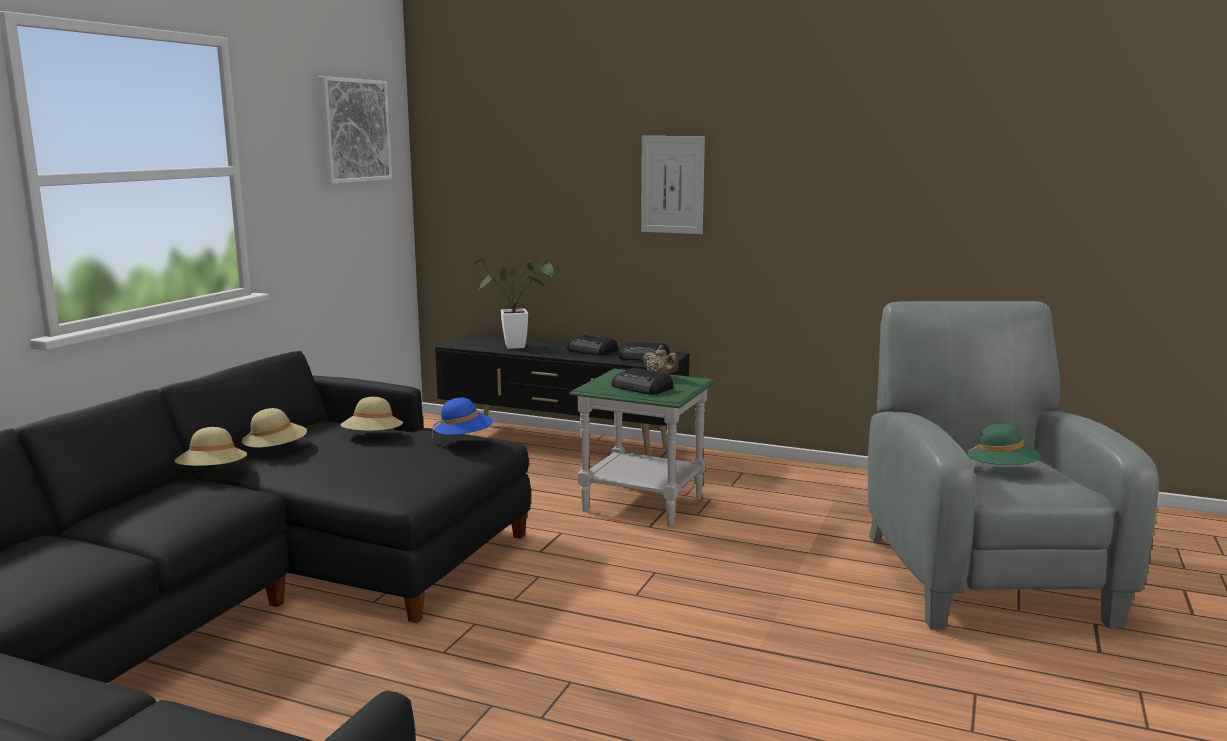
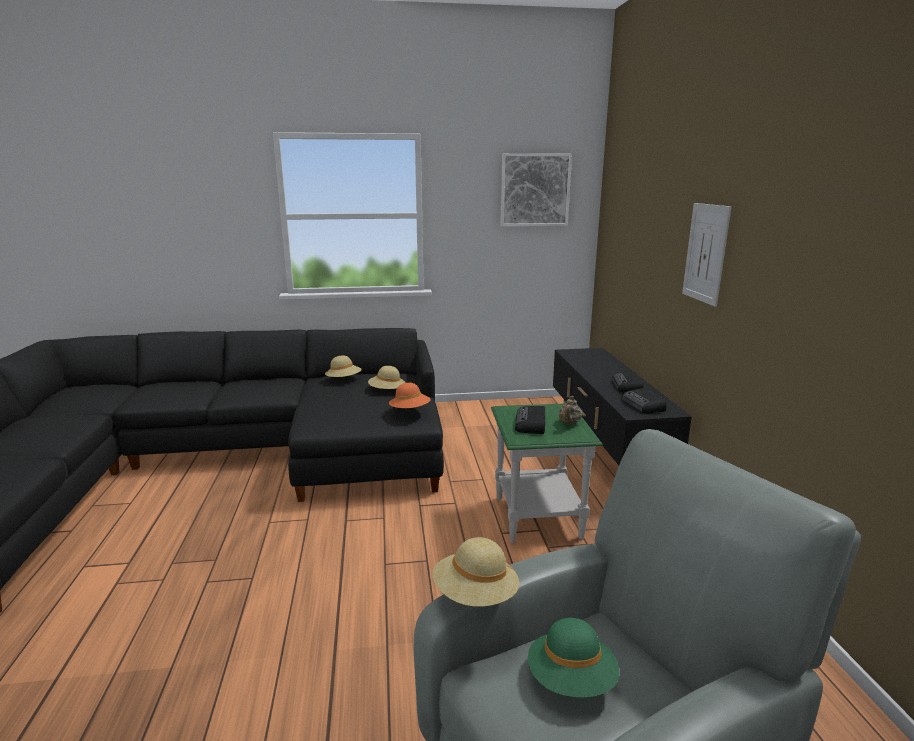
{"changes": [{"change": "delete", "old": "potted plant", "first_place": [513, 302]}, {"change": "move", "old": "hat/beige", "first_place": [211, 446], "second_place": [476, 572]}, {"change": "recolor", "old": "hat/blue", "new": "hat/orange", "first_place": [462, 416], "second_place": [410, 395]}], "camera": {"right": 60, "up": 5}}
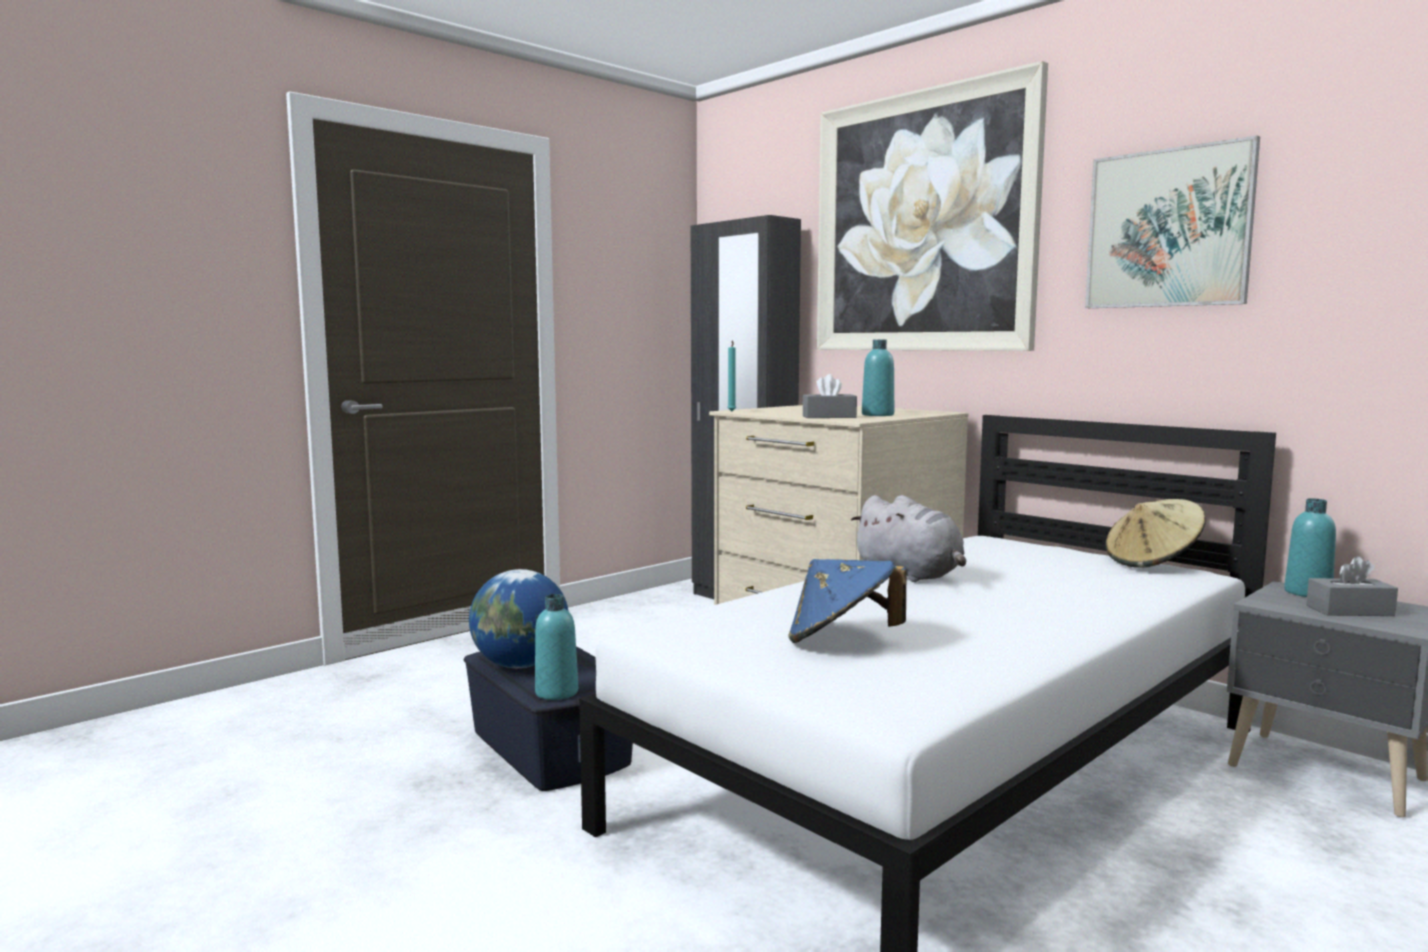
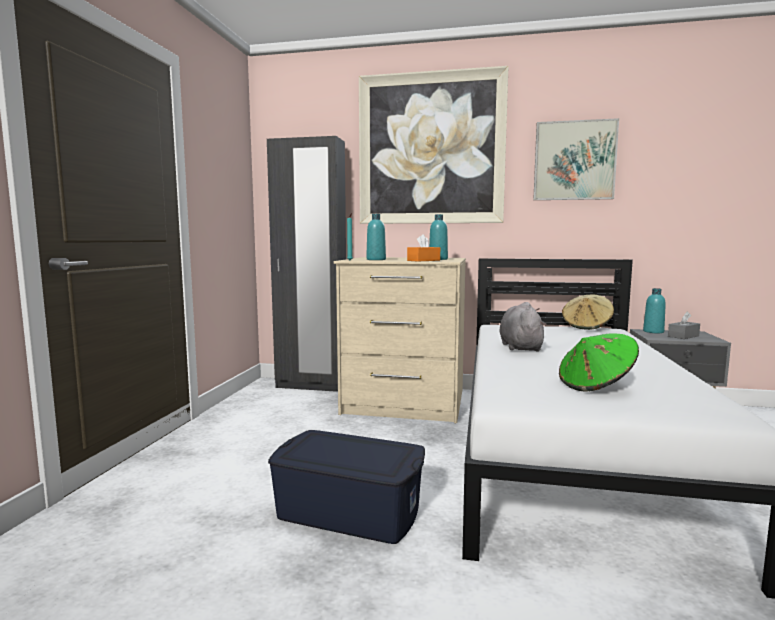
{"changes": [{"change": "delete", "old": "globe", "first_place": [519, 618]}, {"change": "move", "old": "bottle/turquoise", "first_place": [556, 647], "second_place": [376, 237]}, {"change": "recolor", "old": "hat/blue", "new": "hat/green", "first_place": [847, 601], "second_place": [599, 362]}, {"change": "recolor", "old": "tissue box/grey", "new": "tissue box/orange", "first_place": [829, 396], "second_place": [423, 247]}, {"change": "rotate", "old": "plush toy/grey", "first_place": [908, 538], "second_place": [523, 327], "degrees": -105}], "camera": {"right": -35, "up": 0}}
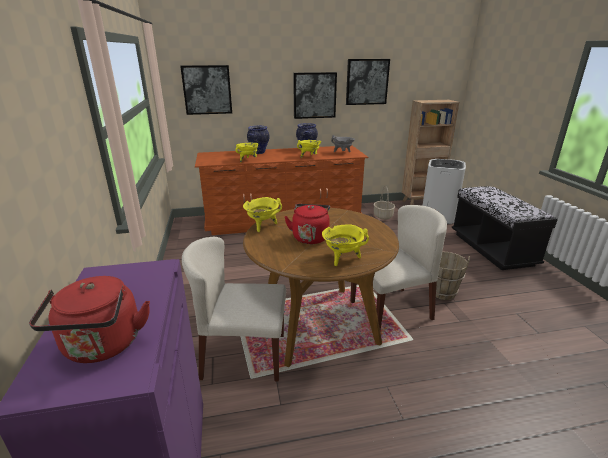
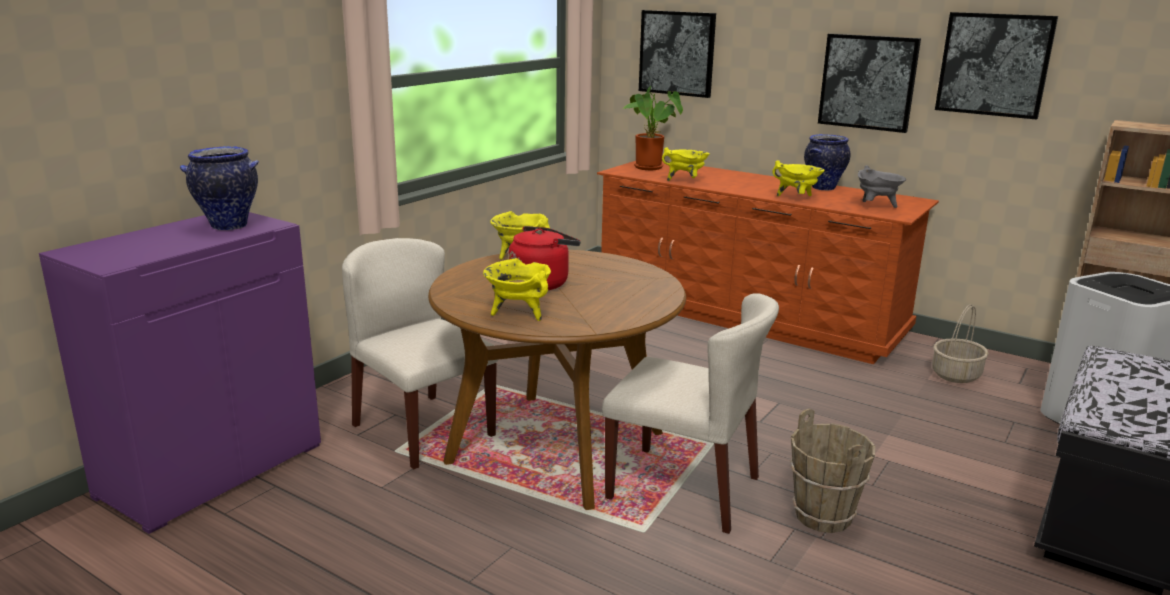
{"changes": [{"change": "delete", "old": "kettle/red", "first_place": [89, 319]}, {"change": "insert", "new": "potted plant", "second_place": [652, 128]}, {"change": "move", "old": "vase", "first_place": [258, 140], "second_place": [219, 188]}], "camera": {"right": 45, "up": -5}}
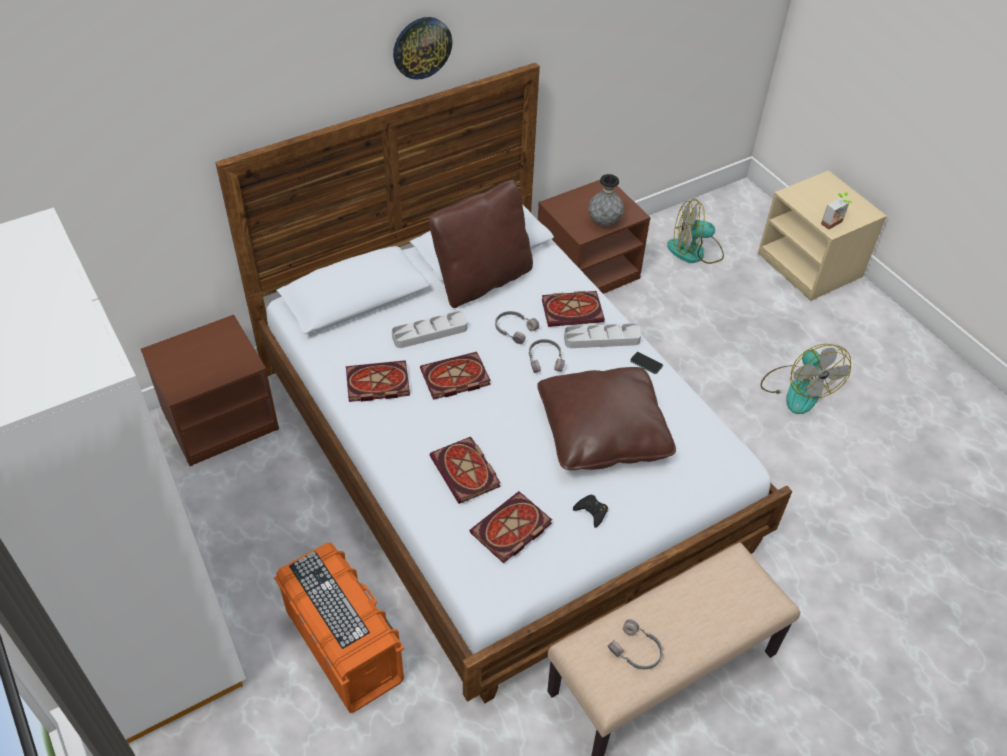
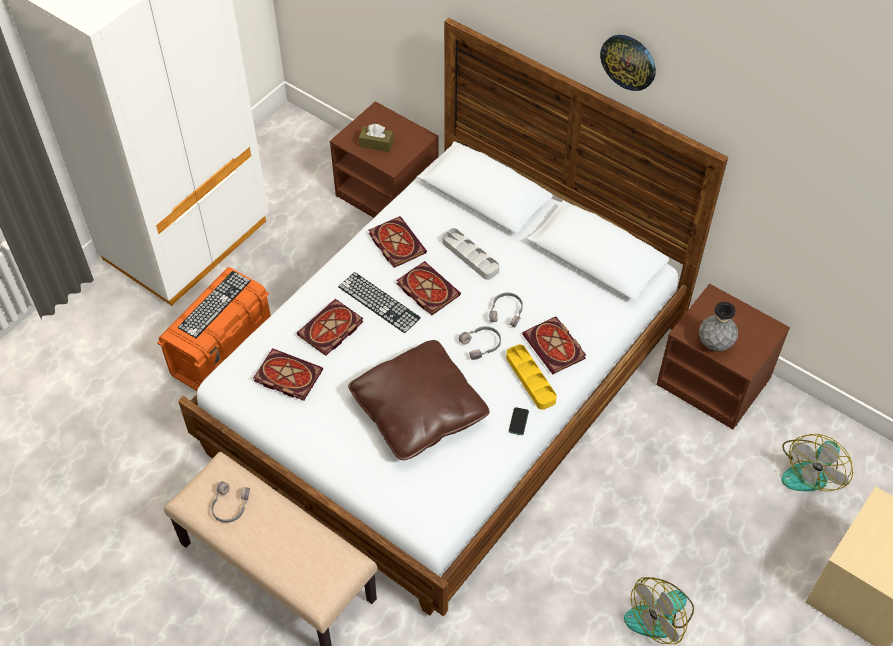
{"changes": [{"change": "delete", "old": "pillow/brown", "first_place": [481, 244]}, {"change": "delete", "old": "game controller/black", "first_place": [590, 511]}, {"change": "delete", "old": "potted plant", "first_place": [836, 211]}, {"change": "insert", "new": "keyboard", "second_place": [379, 302]}, {"change": "insert", "new": "tissue box/brown", "second_place": [376, 138]}, {"change": "recolor", "old": "tray/grey", "new": "tray/yellow", "first_place": [602, 335], "second_place": [531, 377]}, {"change": "rotate", "old": "fan", "first_place": [695, 231], "second_place": [817, 462], "degrees": -120}], "camera": {"right": 70, "up": 5}}
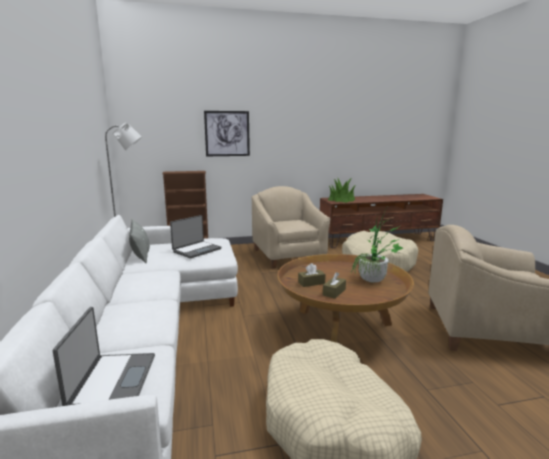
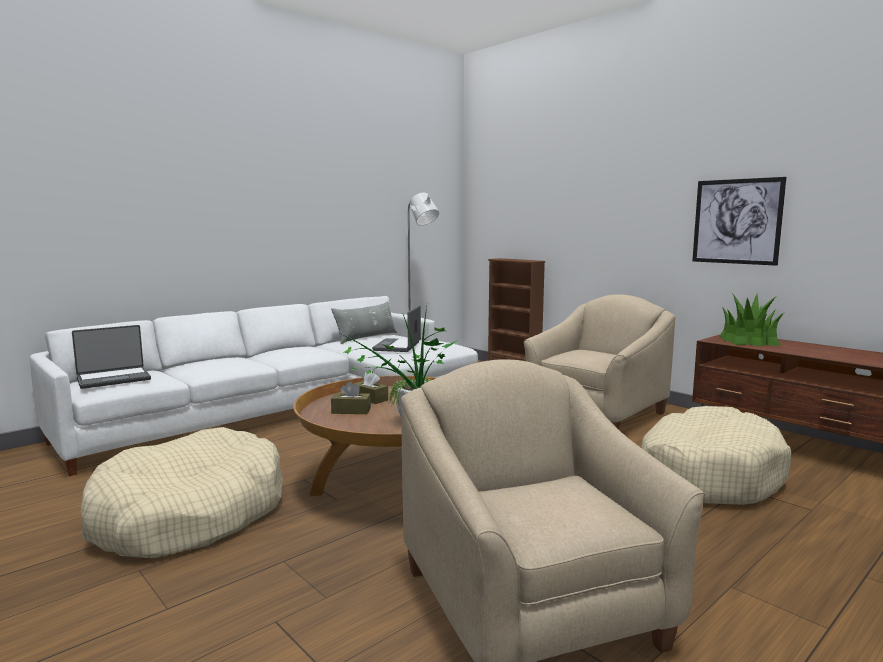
{"changes": [{"change": "move", "old": "picture", "first_place": [227, 133], "second_place": [739, 221]}, {"change": "rotate", "old": "laptop", "first_place": [195, 236], "second_place": [396, 328], "degrees": 90}], "camera": {"right": 60, "up": -5}}
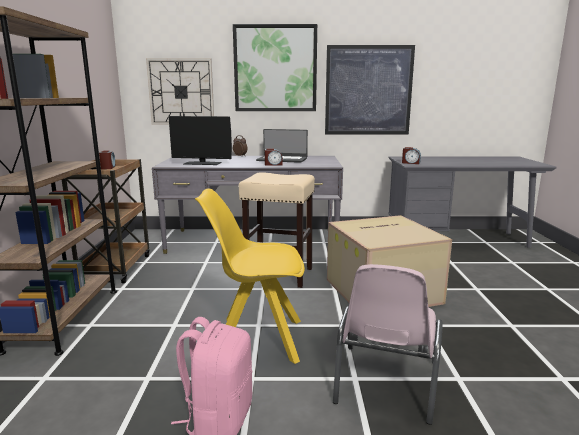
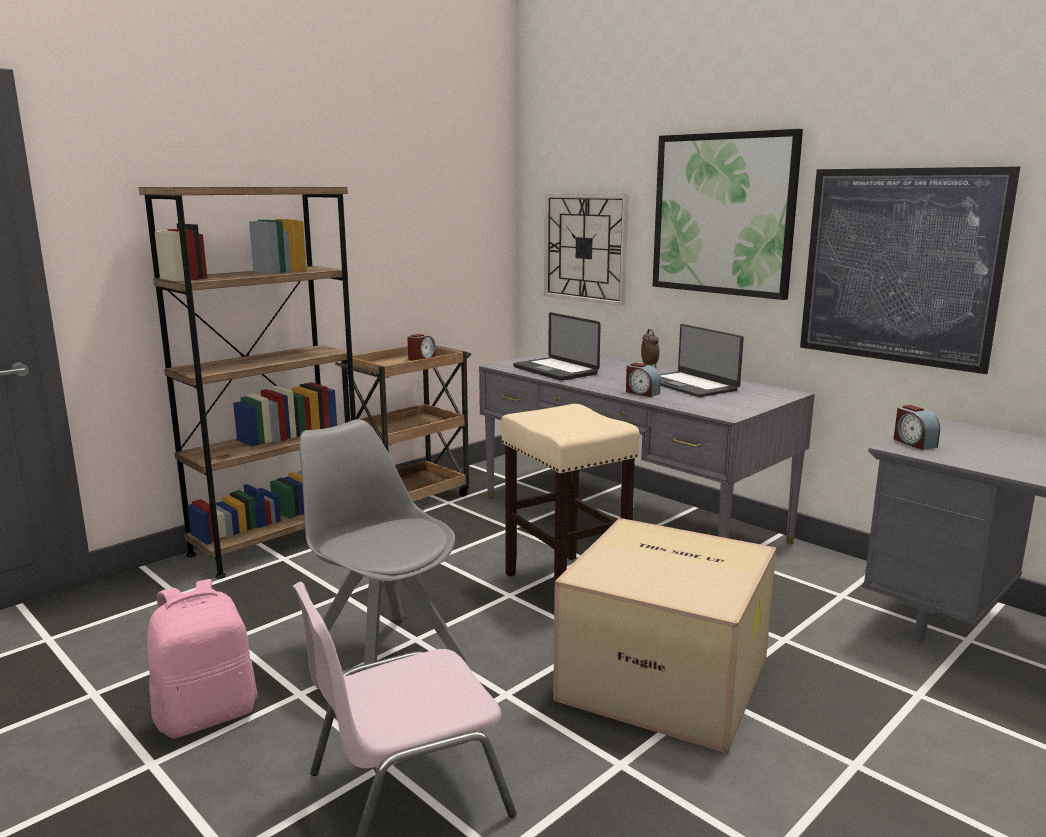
{"changes": [{"change": "replace", "old": "monitor", "new": "laptop", "first_place": [200, 140], "second_place": [557, 346]}, {"change": "recolor", "old": "chair/yellow", "new": "chair/grey", "first_place": [250, 276], "second_place": [382, 541]}], "camera": {"right": 45, "up": 0}}
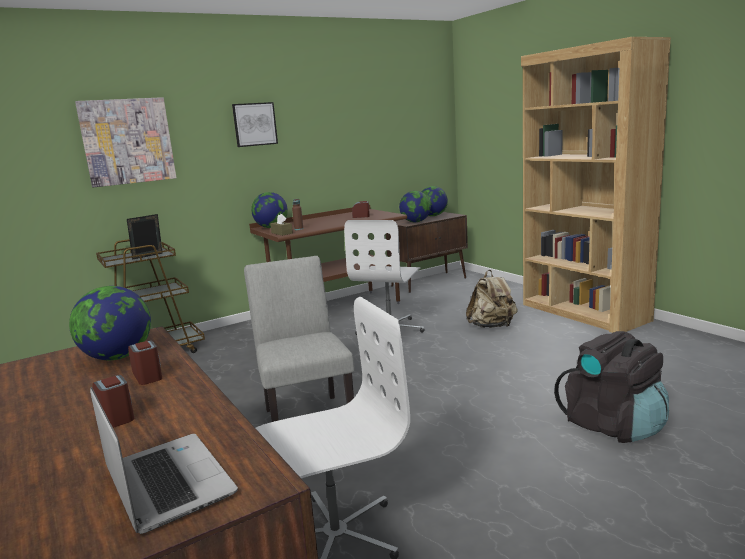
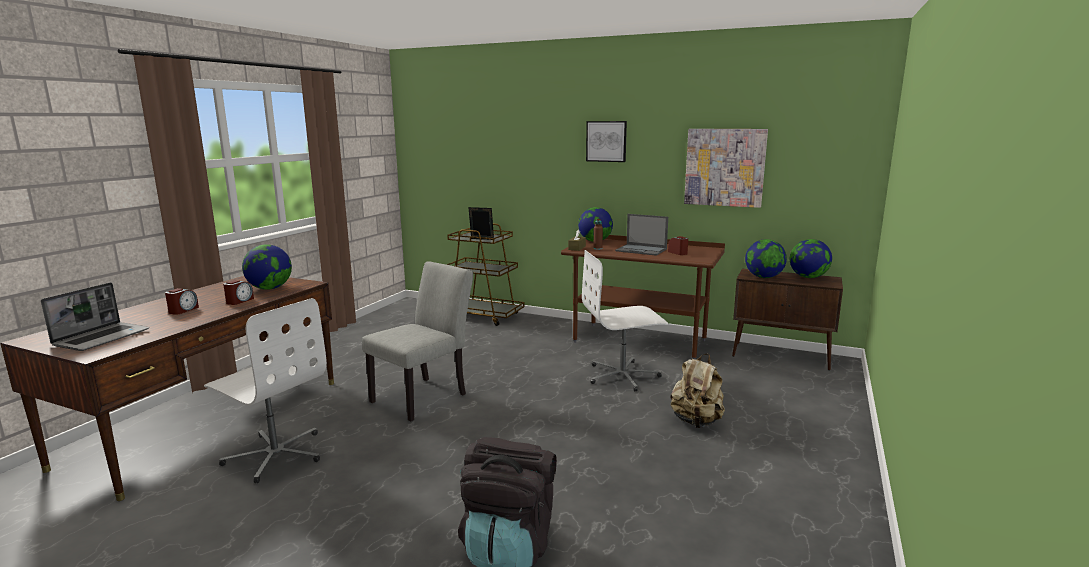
{"changes": [{"change": "delete", "old": "bookcase/brown", "first_place": [596, 185]}, {"change": "insert", "new": "laptop", "second_place": [641, 235]}, {"change": "move", "old": "picture", "first_place": [125, 142], "second_place": [726, 168]}], "camera": {"right": 55, "up": 0}}
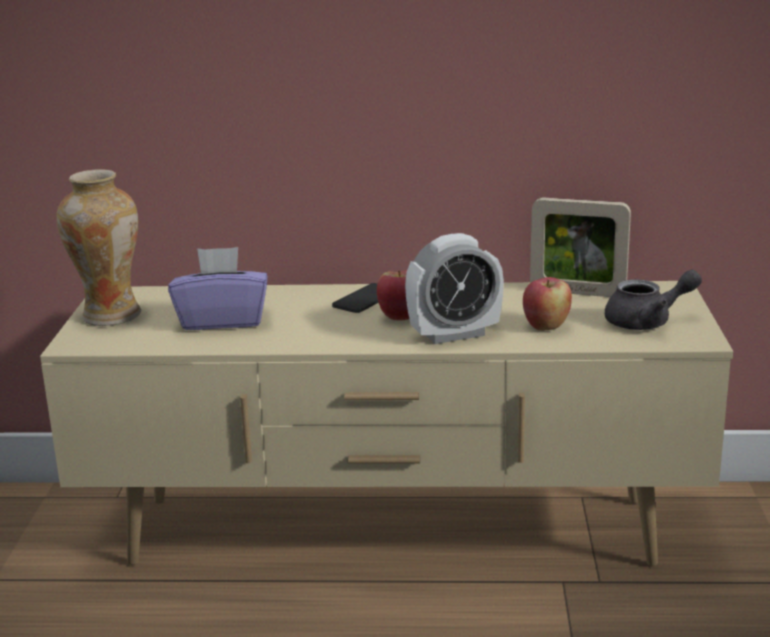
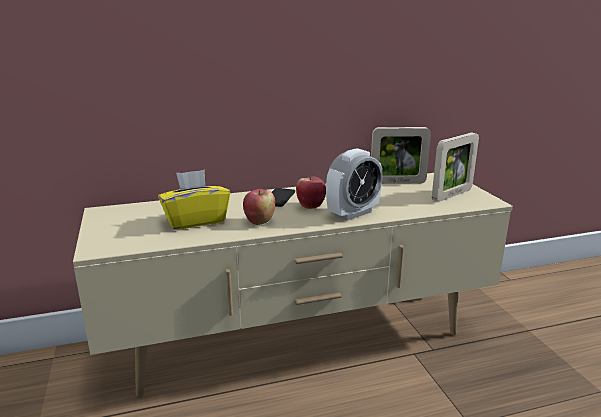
{"changes": [{"change": "delete", "old": "vase", "first_place": [99, 247]}, {"change": "move", "old": "apple", "first_place": [547, 304], "second_place": [259, 207]}, {"change": "replace", "old": "teapot/grey", "new": "picture frame", "first_place": [653, 299], "second_place": [455, 167]}, {"change": "recolor", "old": "tissue box/purple", "new": "tissue box/yellow", "first_place": [218, 288], "second_place": [194, 199]}], "camera": {"right": -20, "up": 0}}
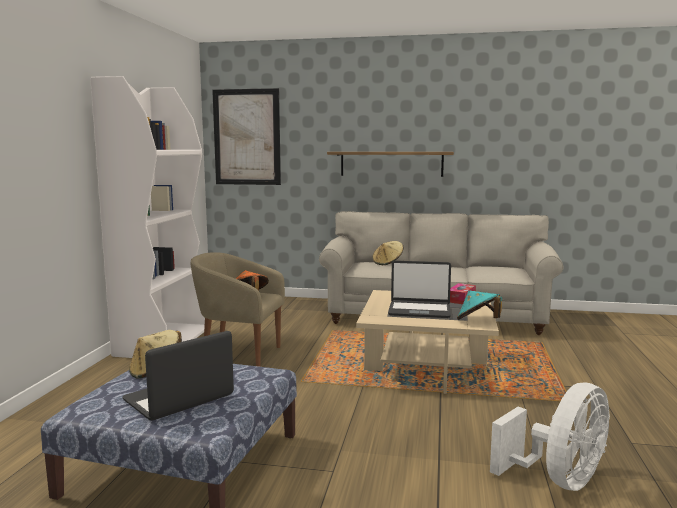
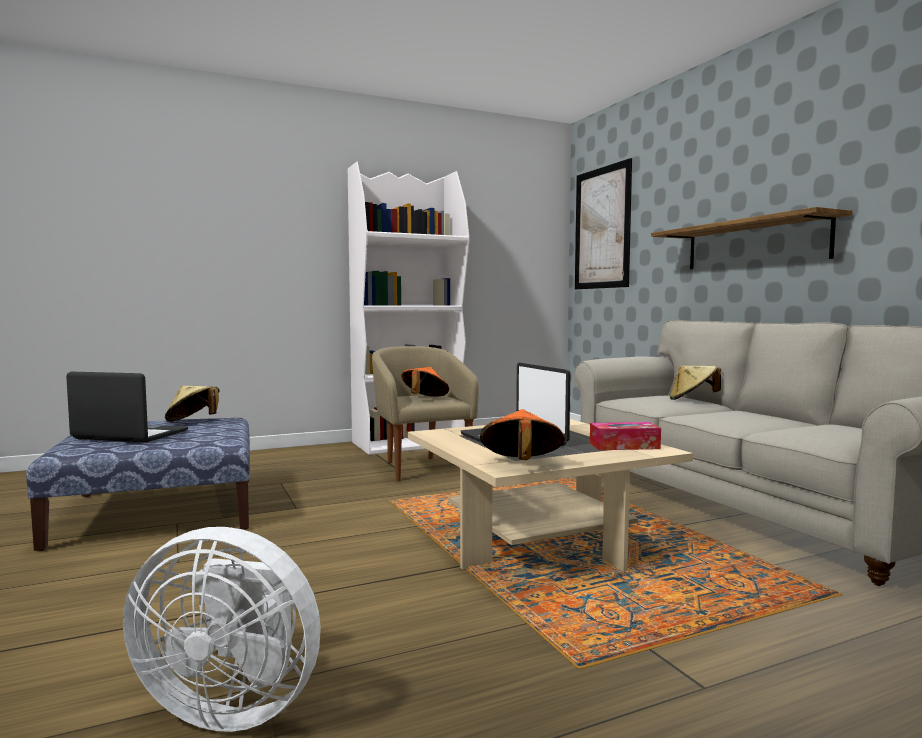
{"changes": [{"change": "recolor", "old": "hat/turquoise", "new": "hat/orange", "first_place": [479, 305], "second_place": [522, 434]}], "camera": {"right": 55, "up": -5}}
